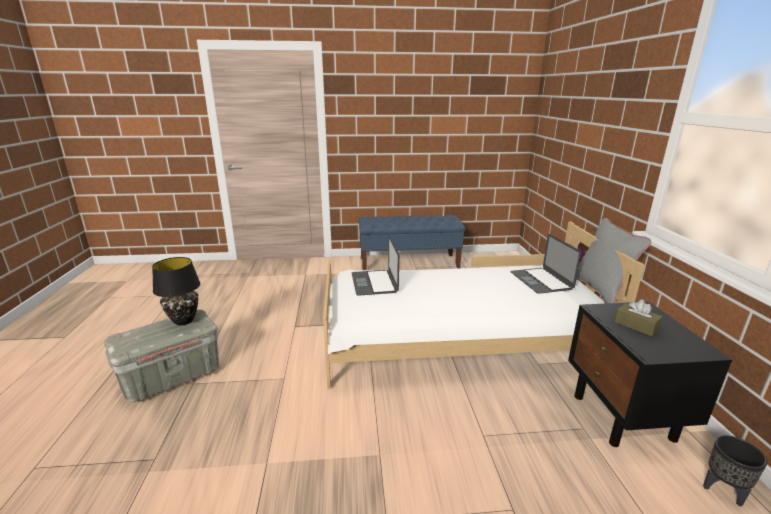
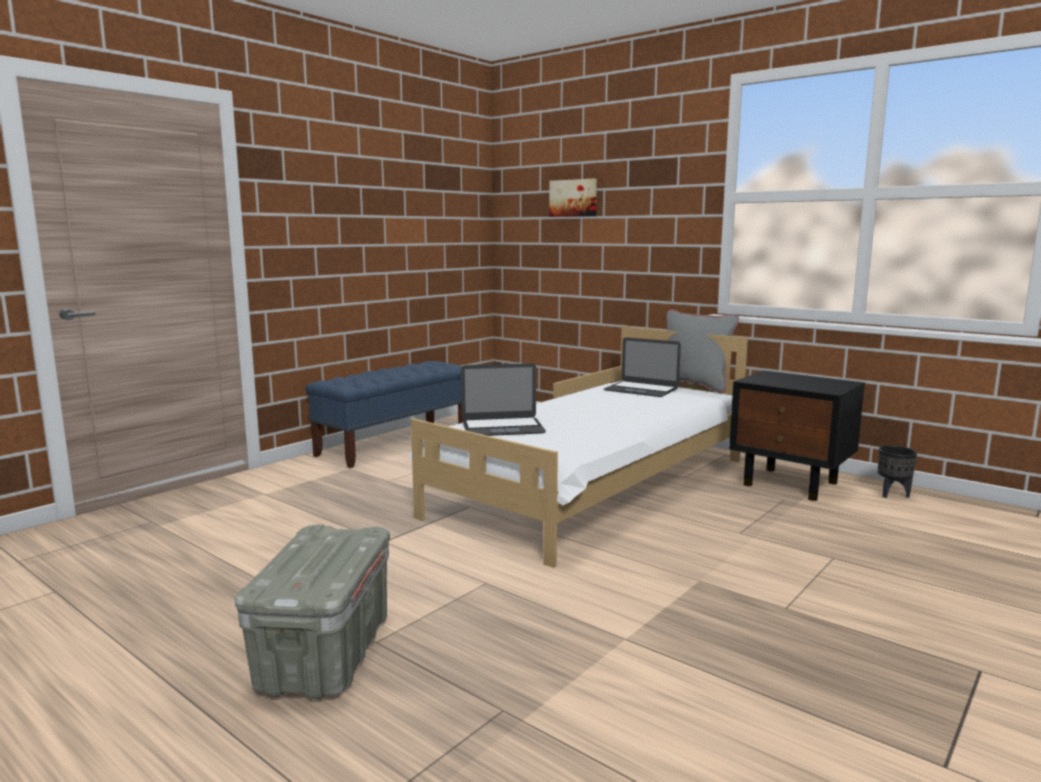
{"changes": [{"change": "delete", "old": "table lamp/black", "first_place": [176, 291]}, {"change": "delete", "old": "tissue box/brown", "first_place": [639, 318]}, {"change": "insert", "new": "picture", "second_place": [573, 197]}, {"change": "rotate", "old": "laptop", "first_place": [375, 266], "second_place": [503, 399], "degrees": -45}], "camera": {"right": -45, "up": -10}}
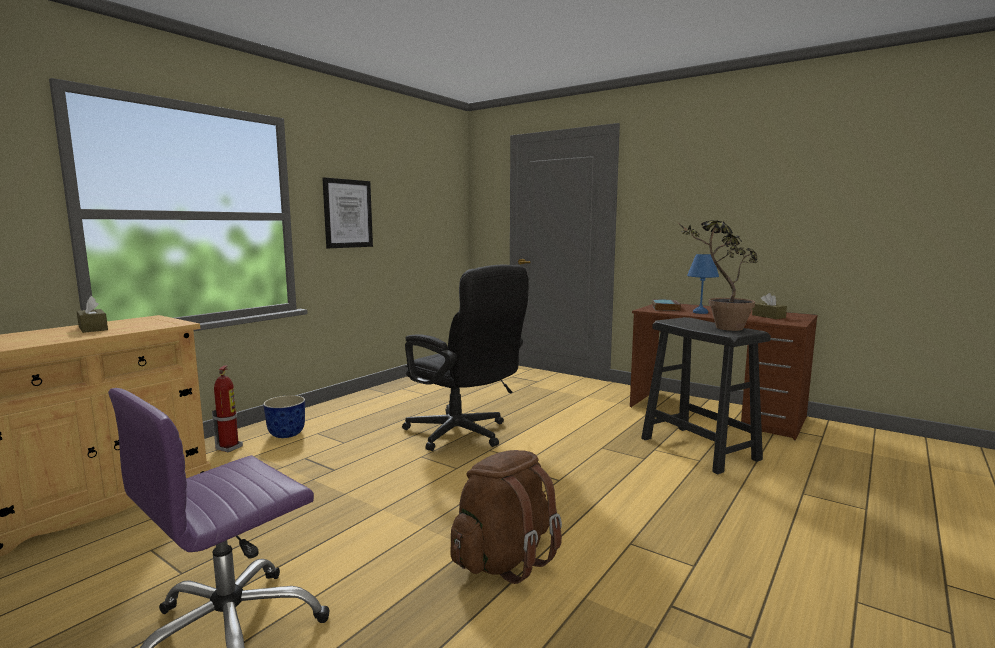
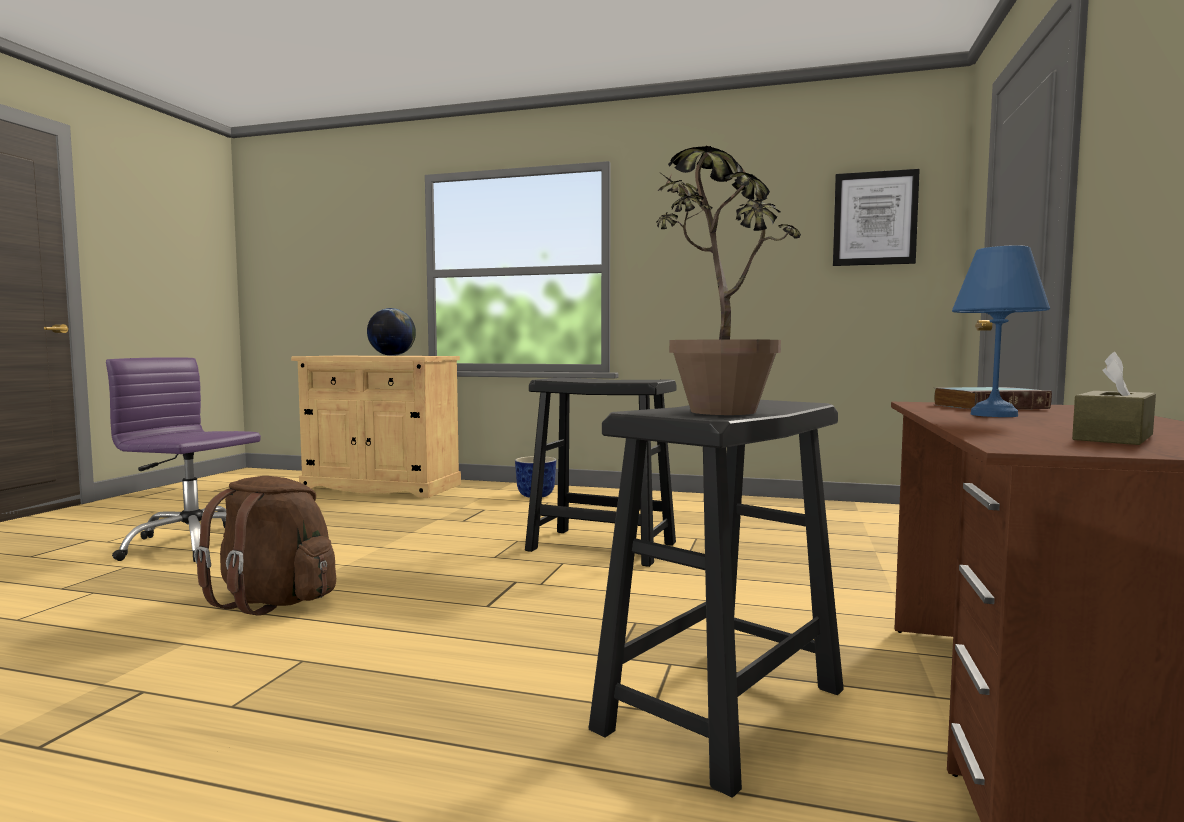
{"changes": [{"change": "delete", "old": "fire extinguisher", "first_place": [227, 408]}, {"change": "move", "old": "picture", "first_place": [347, 212], "second_place": [876, 217]}, {"change": "replace", "old": "tissue box/brown", "new": "globe", "first_place": [92, 314], "second_place": [391, 332]}, {"change": "replace", "old": "office chair/black", "new": "stool/black", "first_place": [465, 358], "second_place": [601, 472]}], "camera": {"right": 70, "up": -5}}
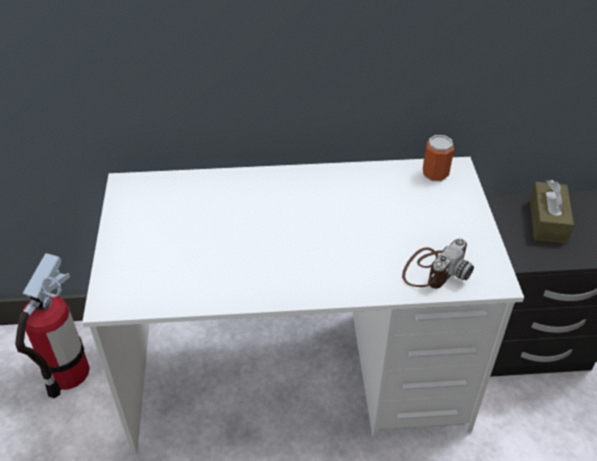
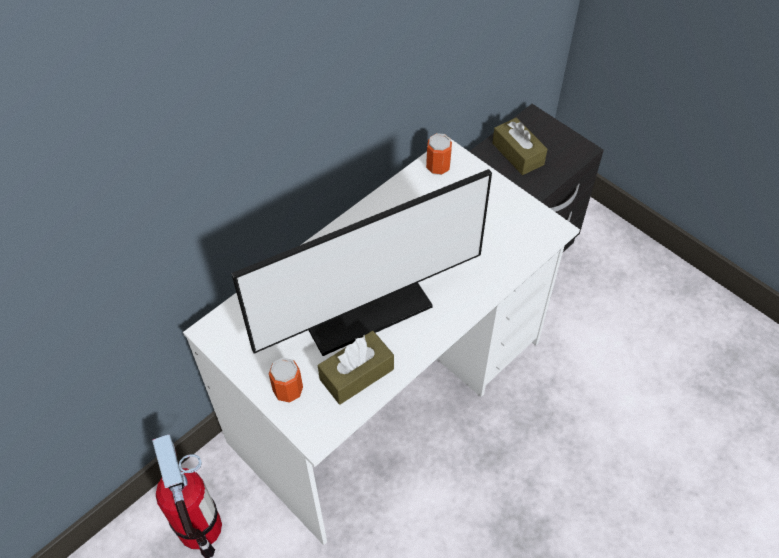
{"changes": [{"change": "delete", "old": "photo camera", "first_place": [438, 263]}, {"change": "insert", "new": "monitor", "second_place": [361, 262]}, {"change": "insert", "new": "can", "second_place": [286, 380]}, {"change": "insert", "new": "tissue box/brown", "second_place": [356, 368]}], "camera": {"right": -40, "up": 10}}
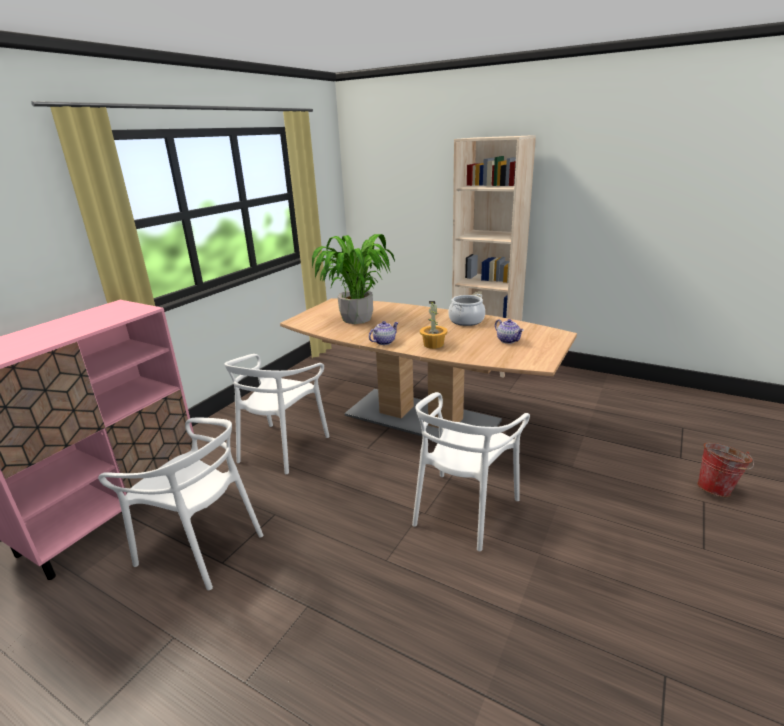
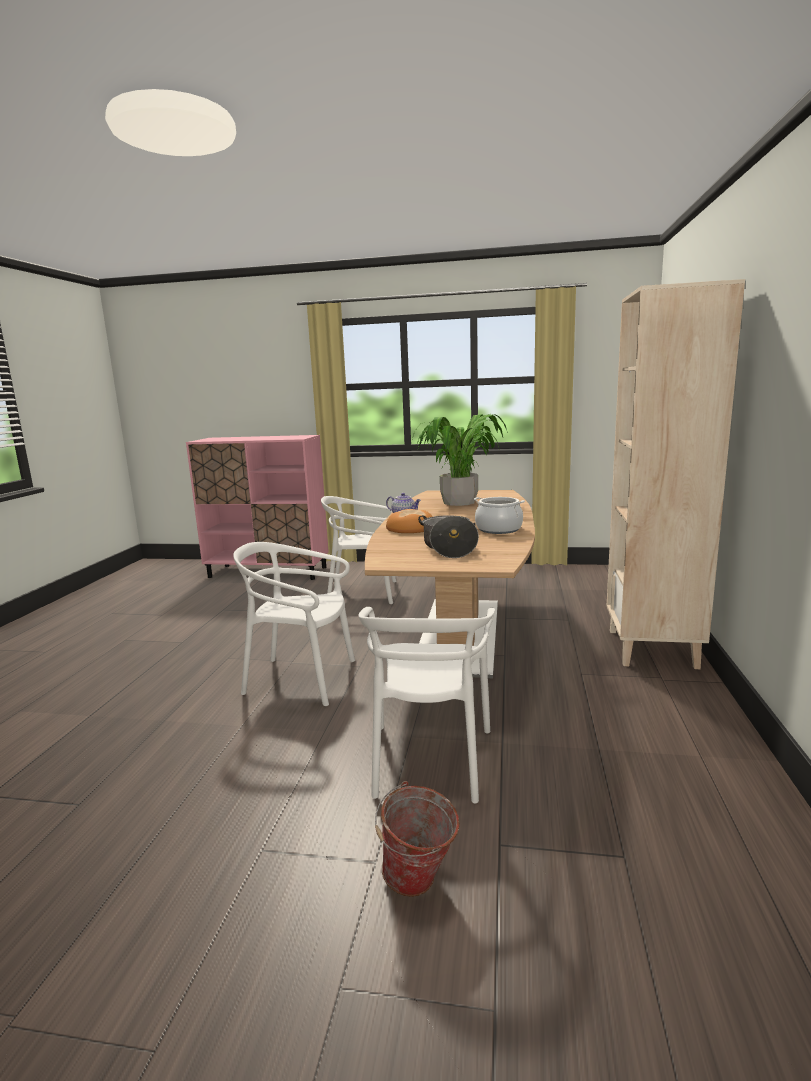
{"changes": [{"change": "move", "old": "chair/white", "first_place": [180, 503], "second_place": [426, 705]}, {"change": "replace", "old": "potted plant", "new": "bread", "first_place": [434, 325], "second_place": [409, 521]}, {"change": "replace", "old": "teapot", "new": "cooking pot", "first_place": [509, 331], "second_place": [448, 536]}], "camera": {"right": 70, "up": -10}}
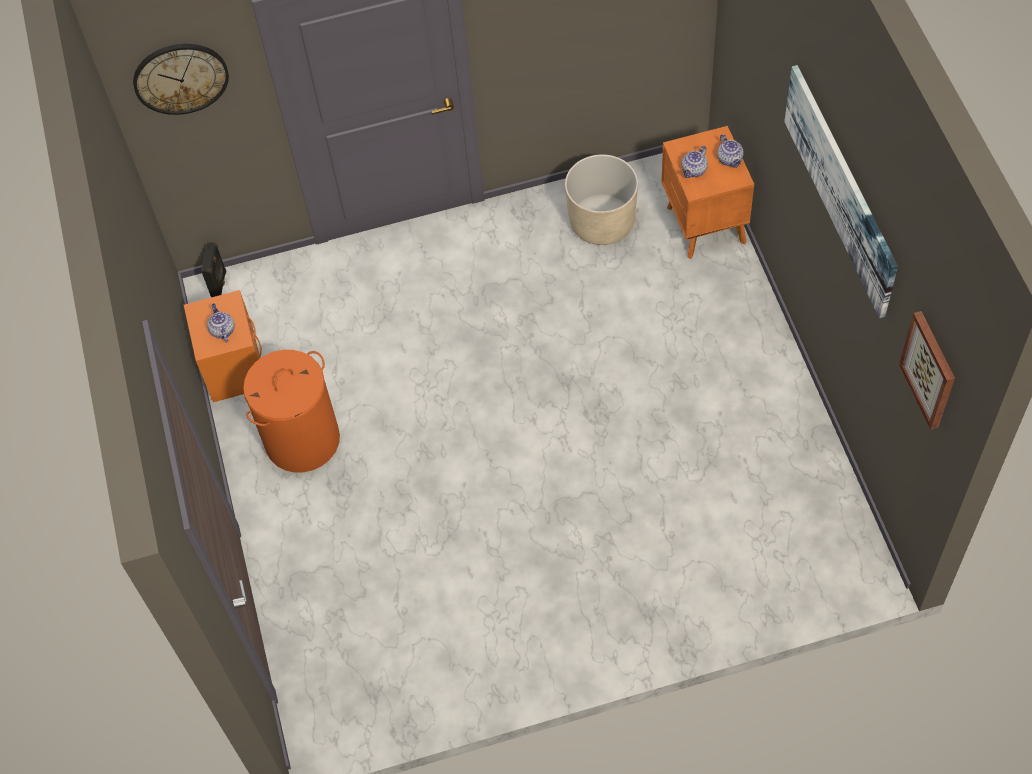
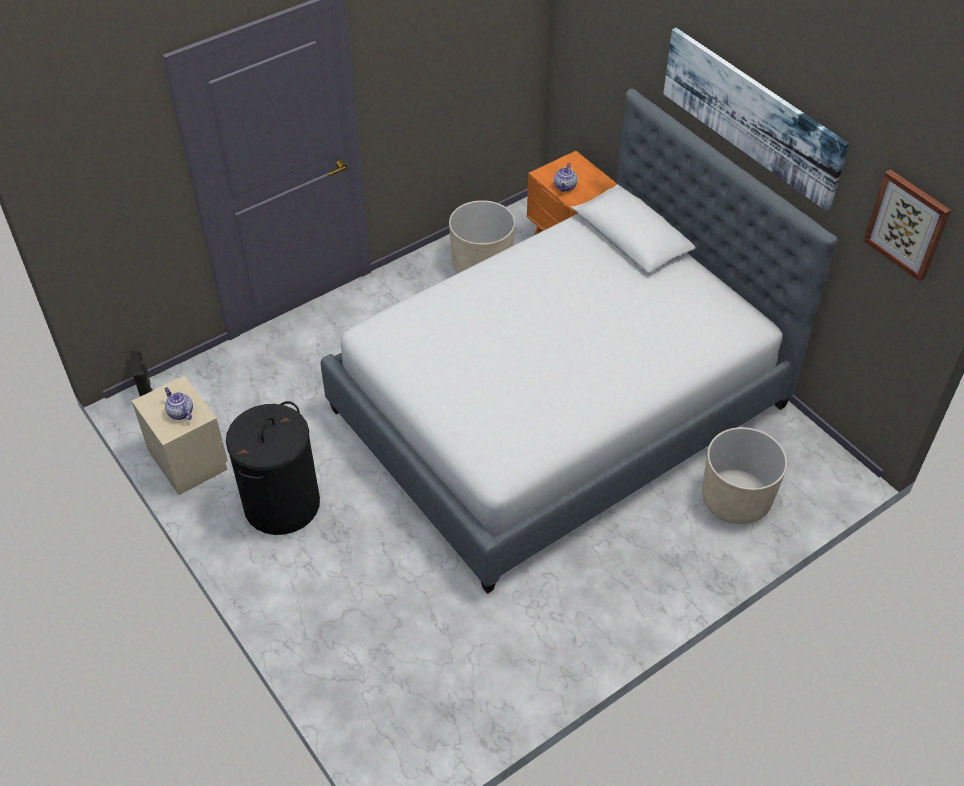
{"changes": [{"change": "delete", "old": "wall clock", "first_place": [181, 79]}, {"change": "delete", "old": "teapot", "first_place": [730, 151]}, {"change": "insert", "new": "bed", "second_place": [579, 341]}, {"change": "insert", "new": "planter/beige", "second_place": [744, 475]}, {"change": "recolor", "old": "nightstand/orange", "new": "nightstand/beige", "first_place": [223, 346], "second_place": [180, 435]}, {"change": "recolor", "old": "laundry basket/orange", "new": "laundry basket/black", "first_place": [291, 411], "second_place": [273, 468]}], "camera": {"right": -25, "up": -10}}
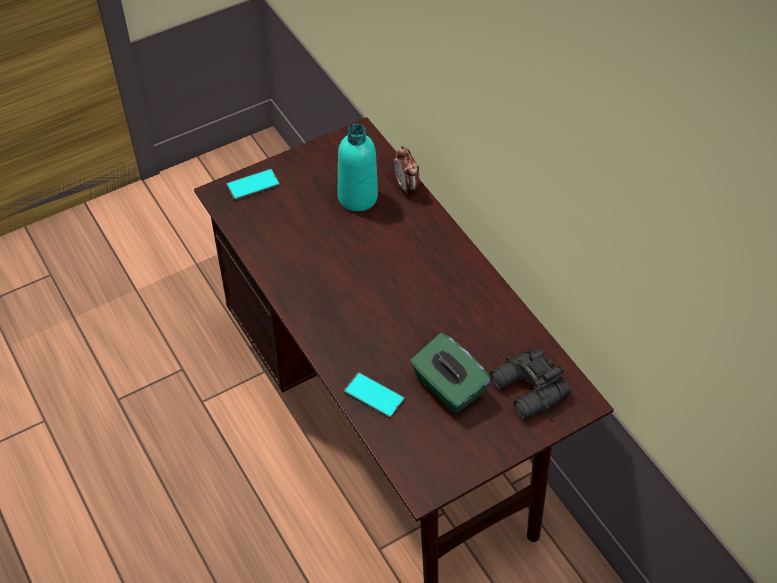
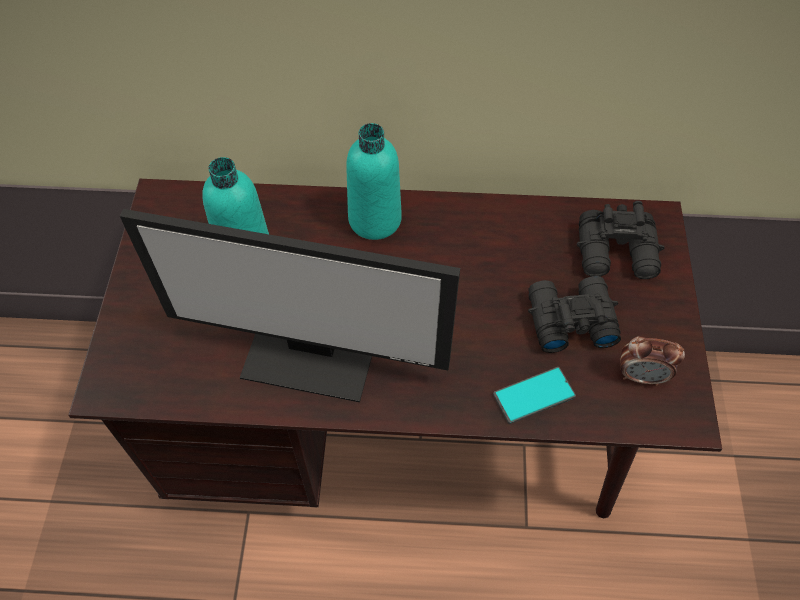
{"changes": [{"change": "delete", "old": "phone", "first_place": [253, 185]}, {"change": "insert", "new": "monitor", "second_place": [290, 305]}, {"change": "insert", "new": "bottle/turquoise", "second_place": [374, 181]}, {"change": "move", "old": "alarm clock", "first_place": [407, 170], "second_place": [652, 361]}, {"change": "replace", "old": "tissue box/green", "new": "binoculars/black", "first_place": [450, 373], "second_place": [574, 314]}], "camera": {"right": -55, "up": 5}}
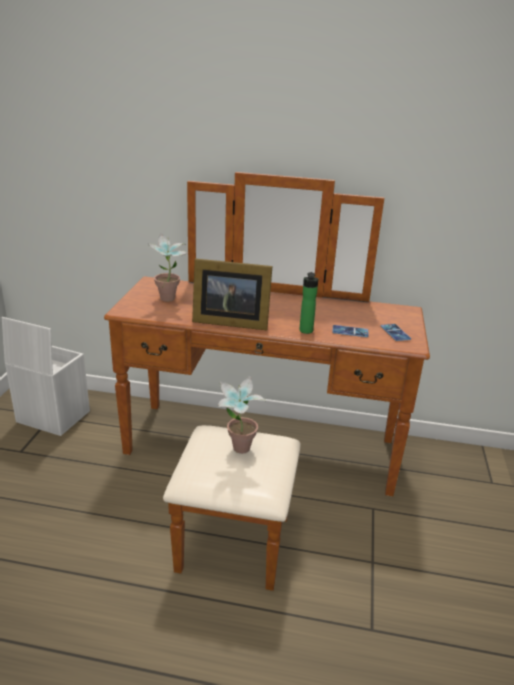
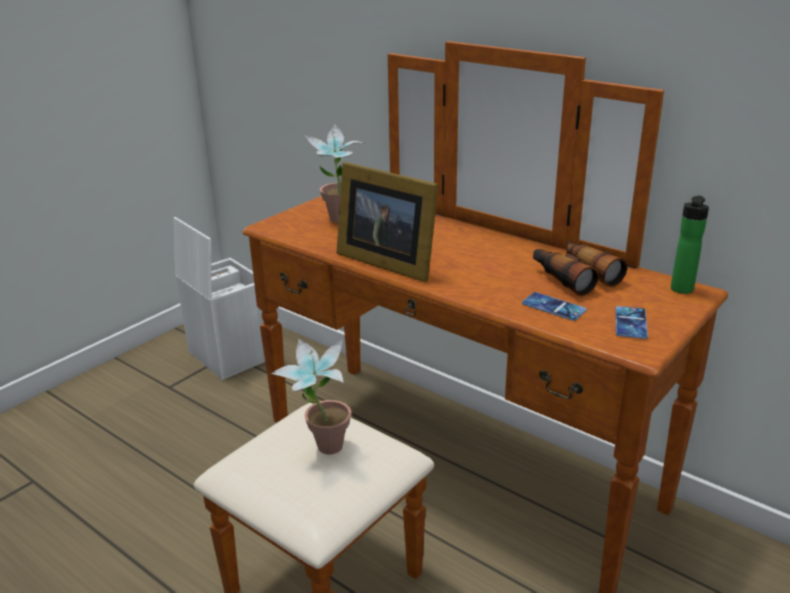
{"changes": [{"change": "insert", "new": "binoculars", "second_place": [580, 268]}, {"change": "move", "old": "bottle", "first_place": [308, 303], "second_place": [690, 245]}], "camera": {"right": 30, "up": 0}}
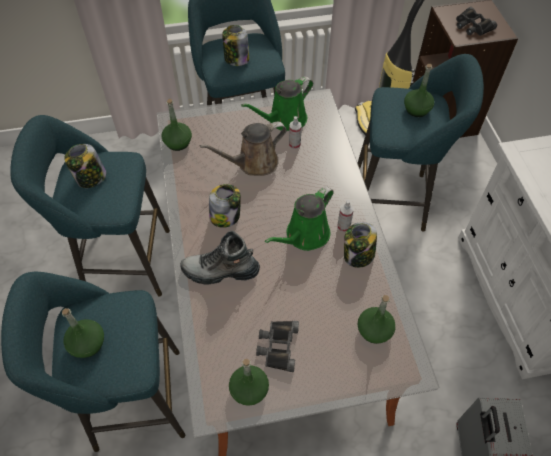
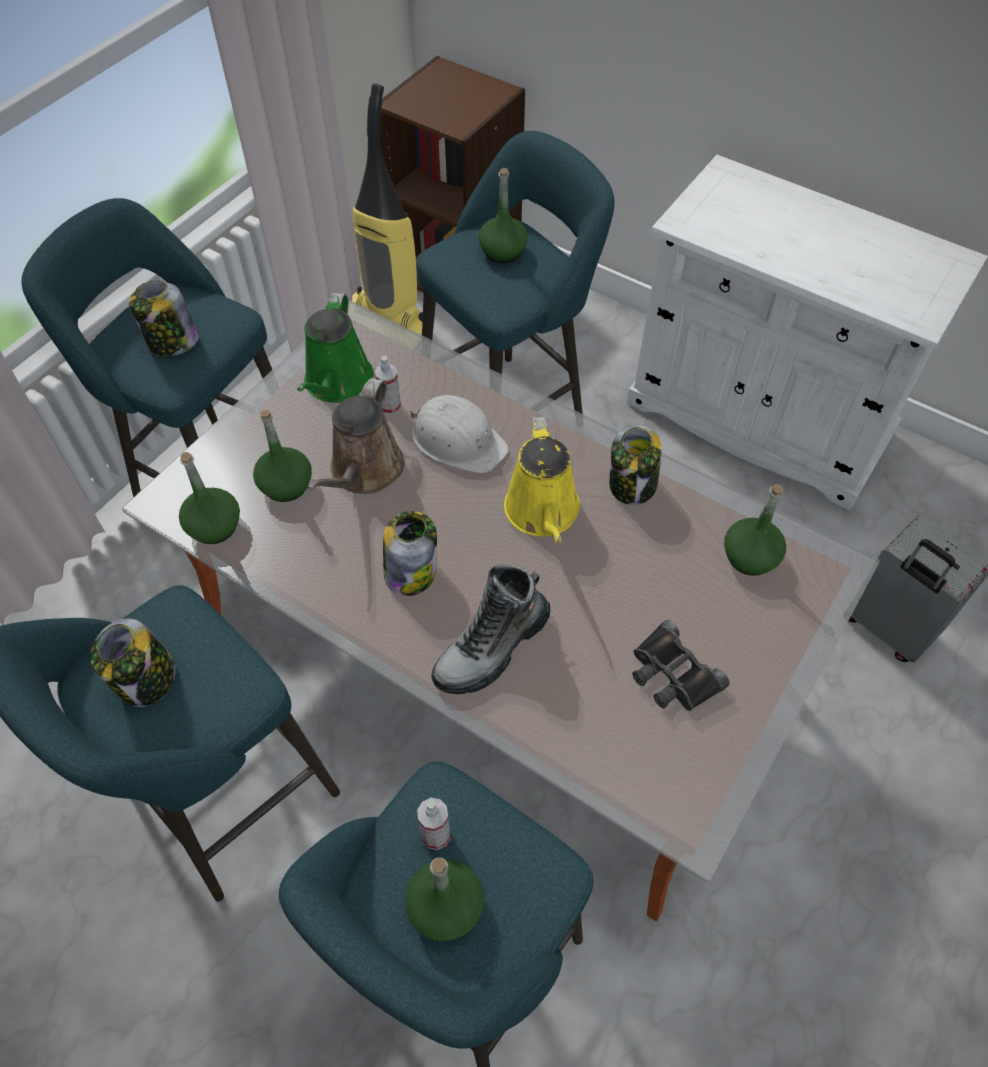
{"changes": [{"change": "delete", "old": "binoculars/black", "first_place": [476, 21]}, {"change": "insert", "new": "hard hat/white", "second_place": [459, 434]}, {"change": "move", "old": "bottle/green", "first_place": [249, 382], "second_place": [282, 456]}, {"change": "move", "old": "spray bottle", "first_place": [345, 216], "second_place": [433, 824]}, {"change": "recolor", "old": "watering can/green", "new": "watering can/yellow", "first_place": [299, 218], "second_place": [542, 480]}], "camera": {"right": -45, "up": 0}}
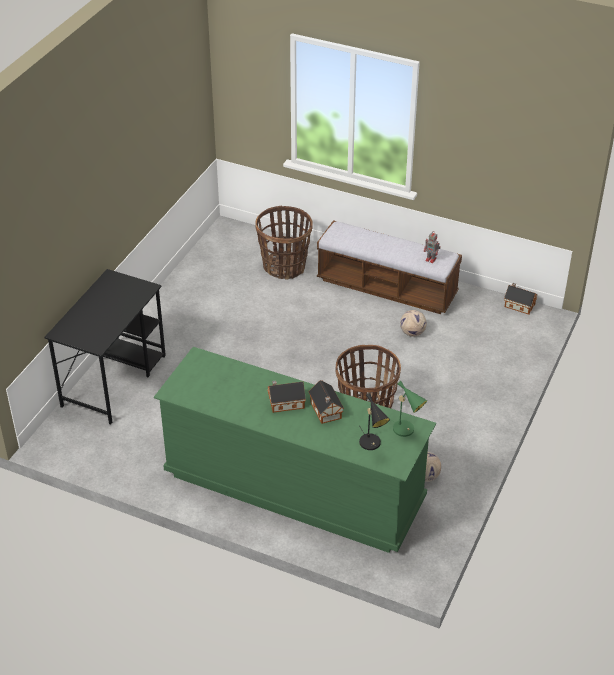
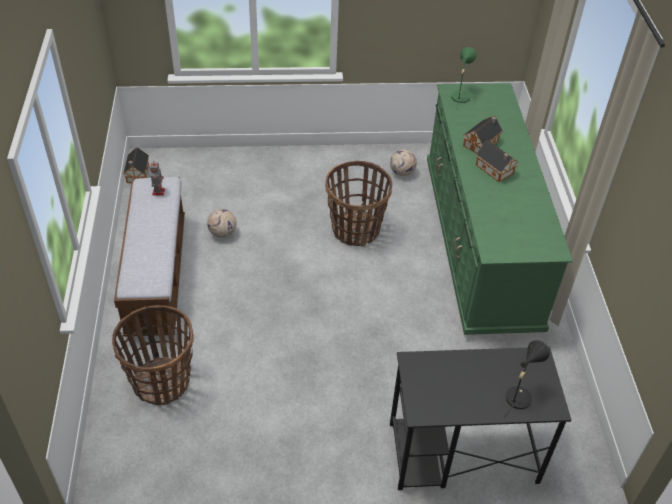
{"changes": [{"change": "move", "old": "table lamp/black", "first_place": [374, 421], "second_place": [527, 378]}], "camera": {"right": -120, "up": 5}}
